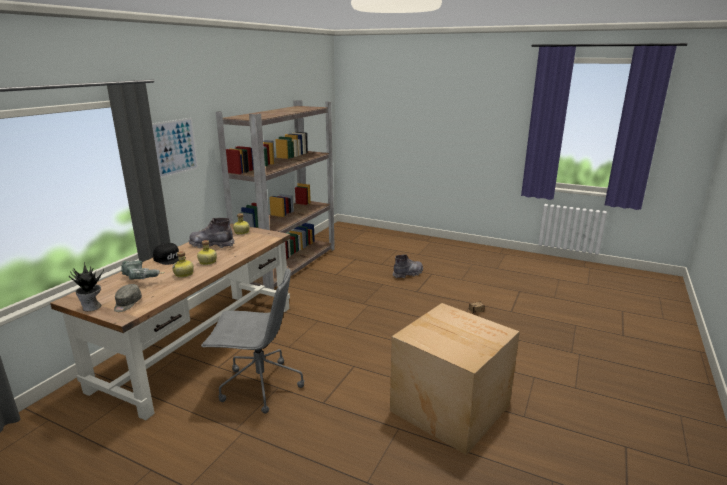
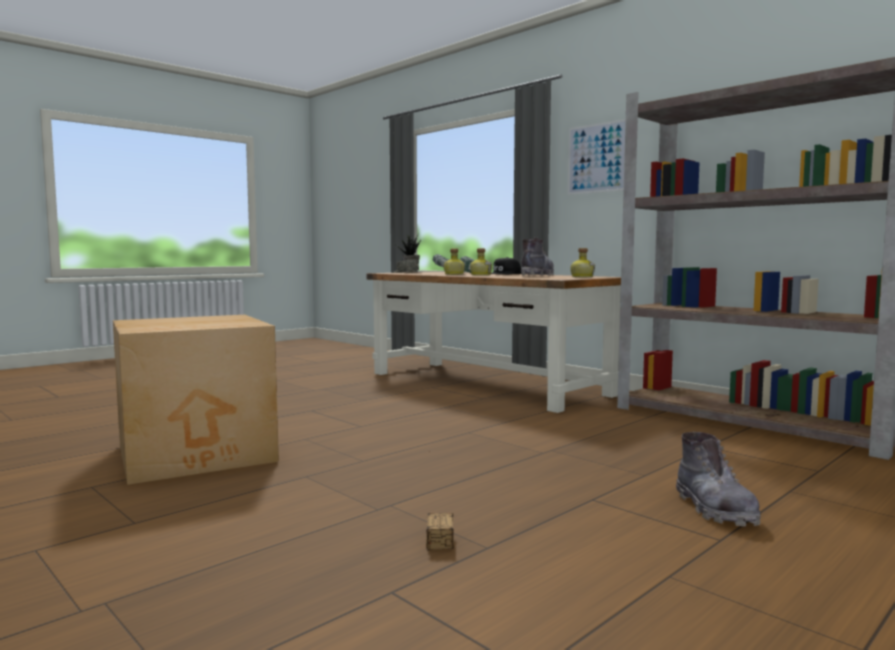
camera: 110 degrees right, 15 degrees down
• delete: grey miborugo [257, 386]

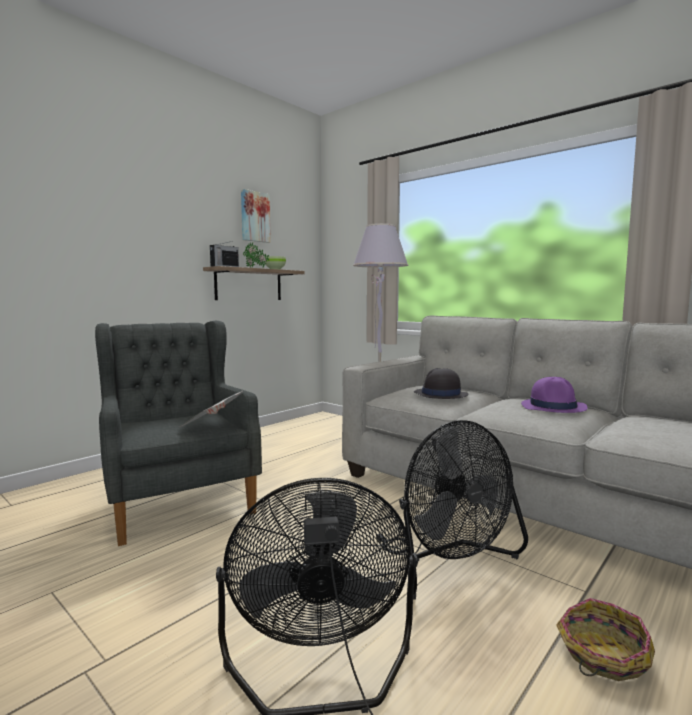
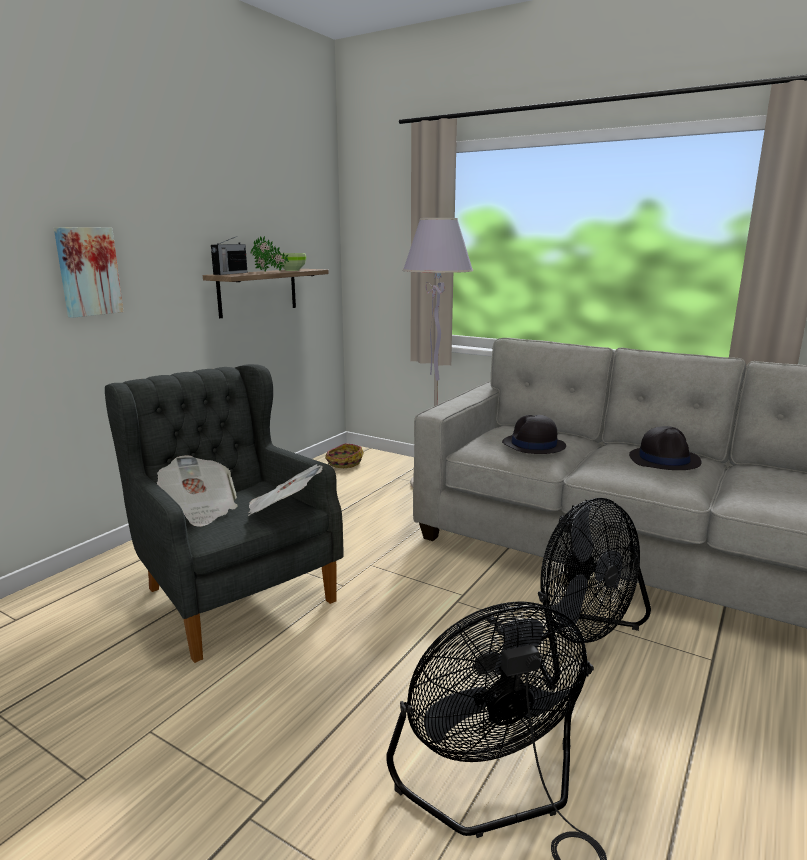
camera: 10 degrees left, 10 degrees up
• move: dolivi [254, 217] to [87, 271]
• insert: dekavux [199, 509]
• move: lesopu [601, 654] to [343, 463]
• recolor: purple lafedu [553, 407] to black lafedu [664, 460]

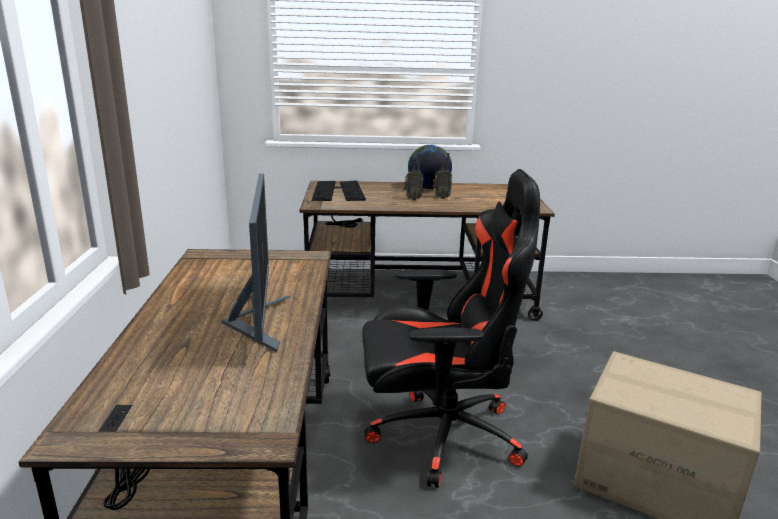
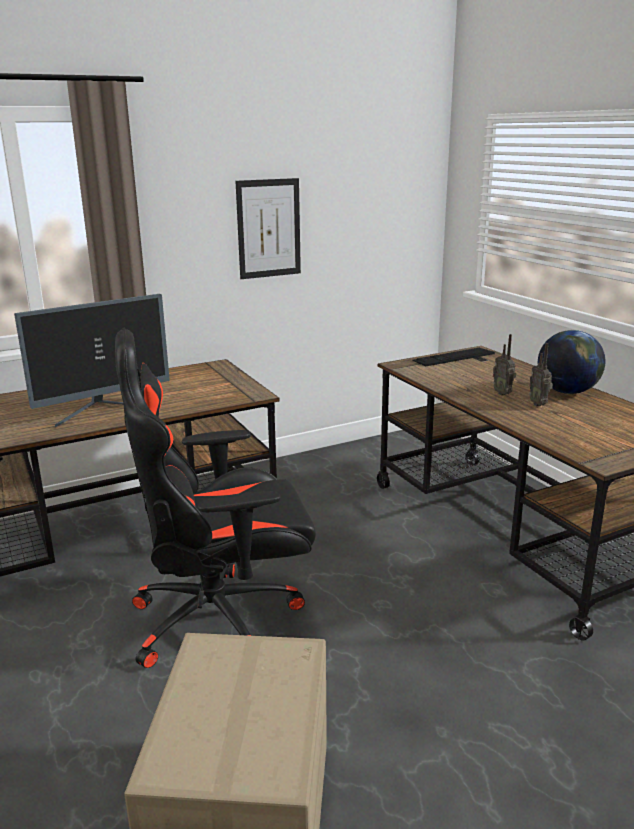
camera: 65 degrees right, 0 degrees up
• rotate: black miborugo [434, 437] = [228, 619] 105 degrees clockwise
• insert: dolivi [269, 228]
• delete: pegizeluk [352, 191]

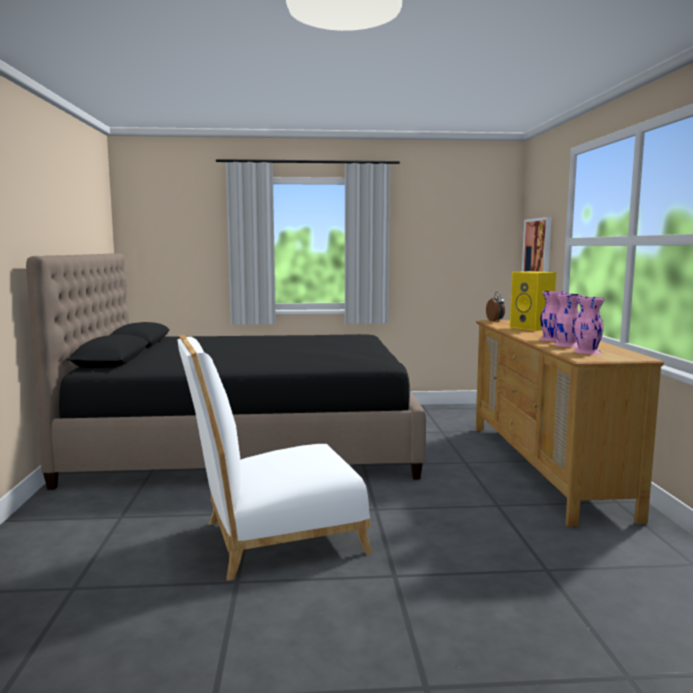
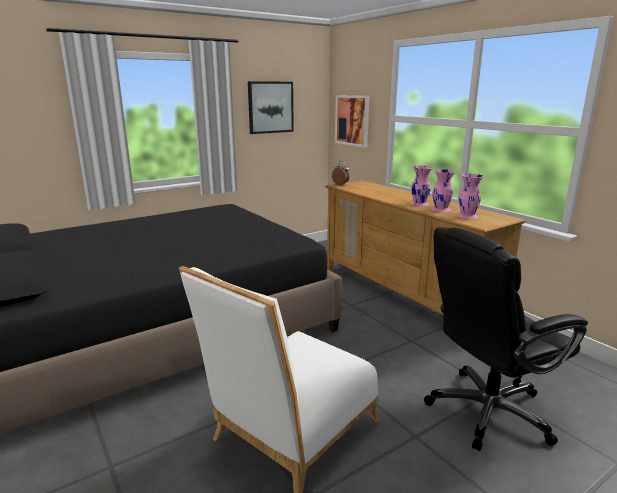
camera: 30 degrees left, 10 degrees up
• insert: dolivi [270, 107]
• insert: black miborugo [488, 411]
• delete: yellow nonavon [532, 328]

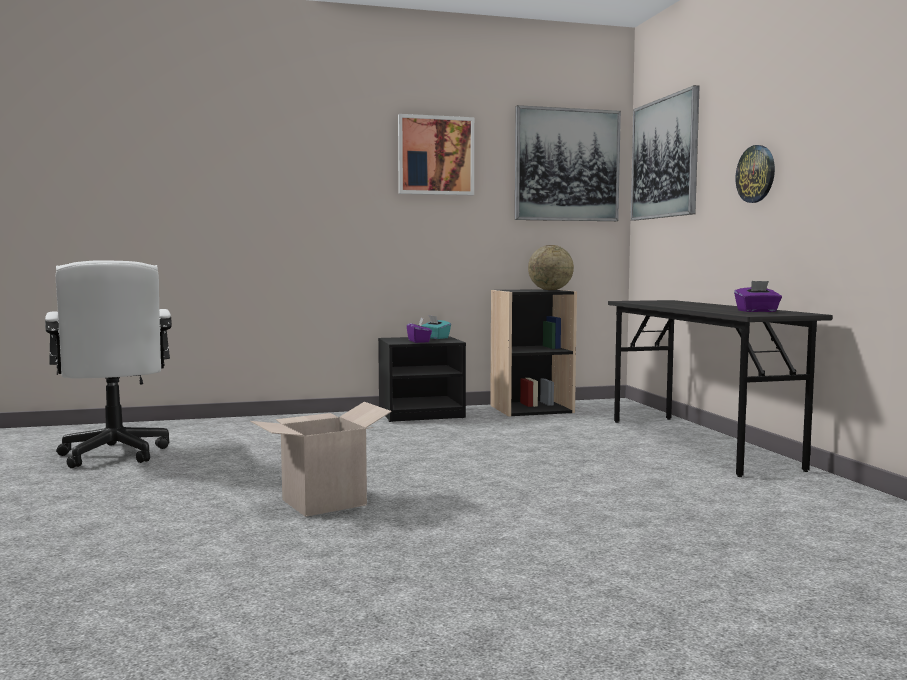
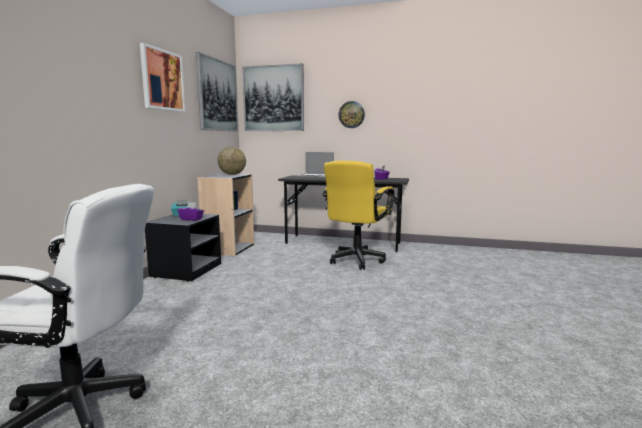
camera: 60 degrees left, 5 degrees up
• insert: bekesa [316, 177]
• insert: yellow miborugo [356, 262]
• delete: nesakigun [323, 502]

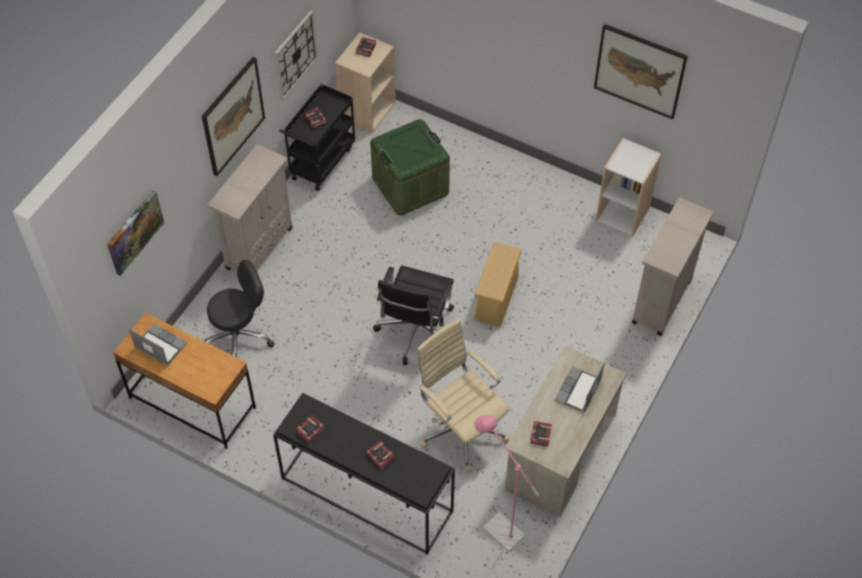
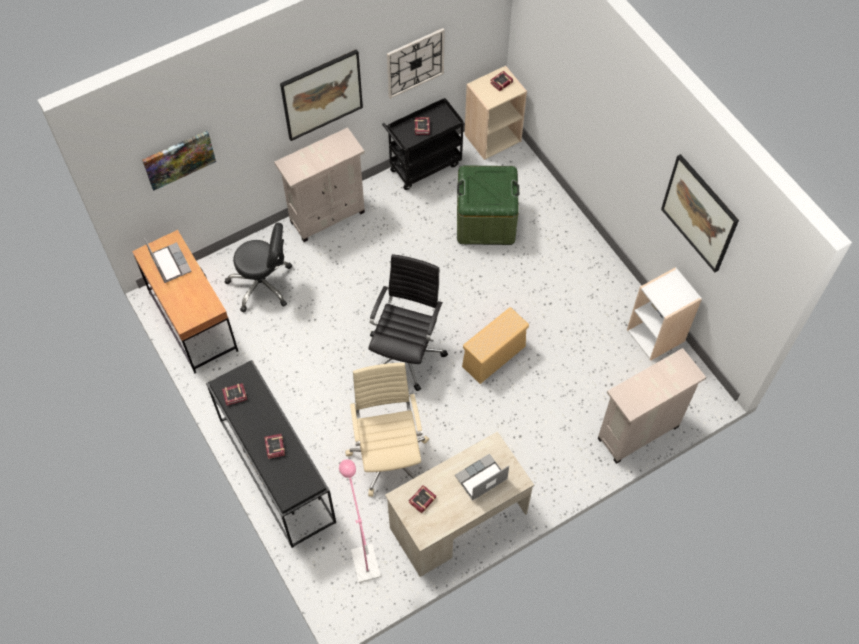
camera: 30 degrees right, 5 degrees up
• rotate: black miborugo [416, 332] = [406, 352] 150 degrees clockwise

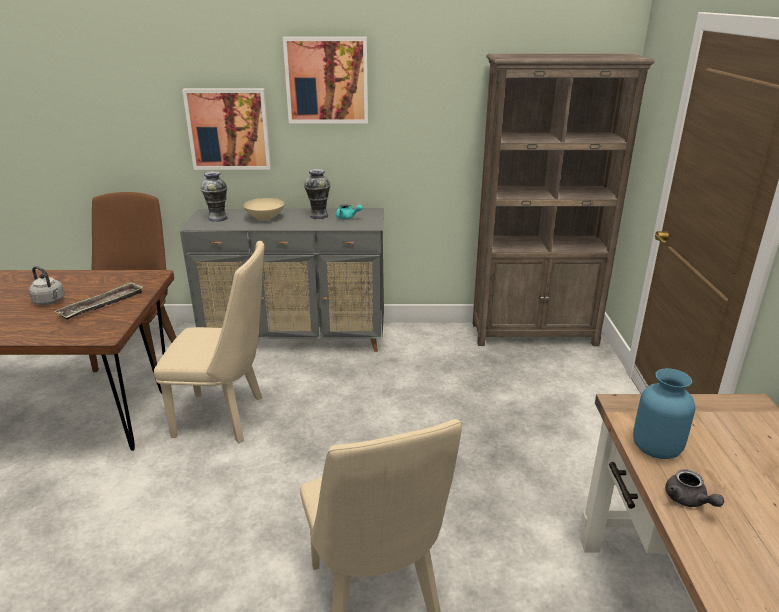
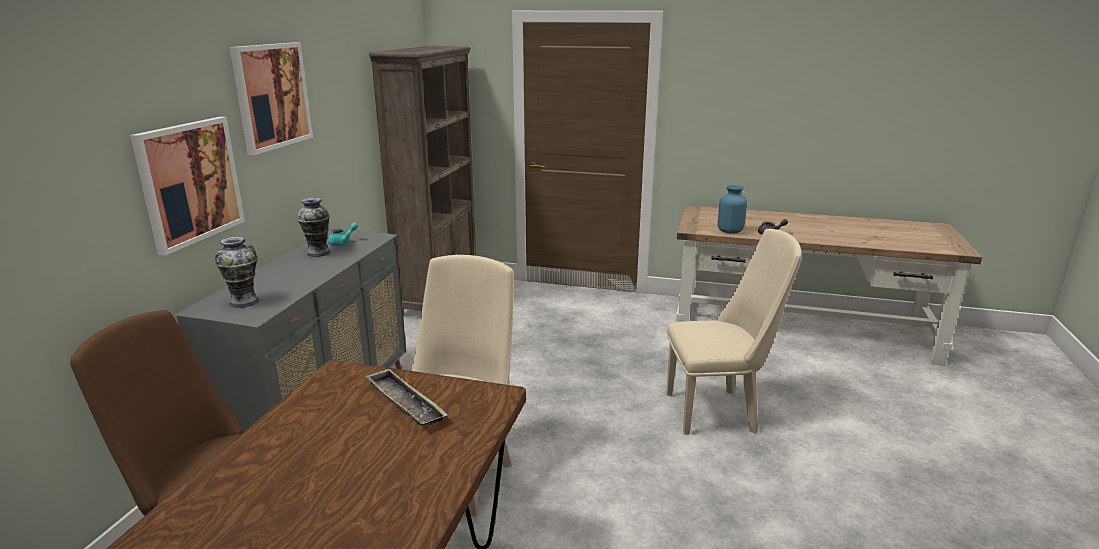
camera: 75 degrees left, 5 degrees down
• delete: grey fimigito [50, 302]
• delete: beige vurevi [264, 218]

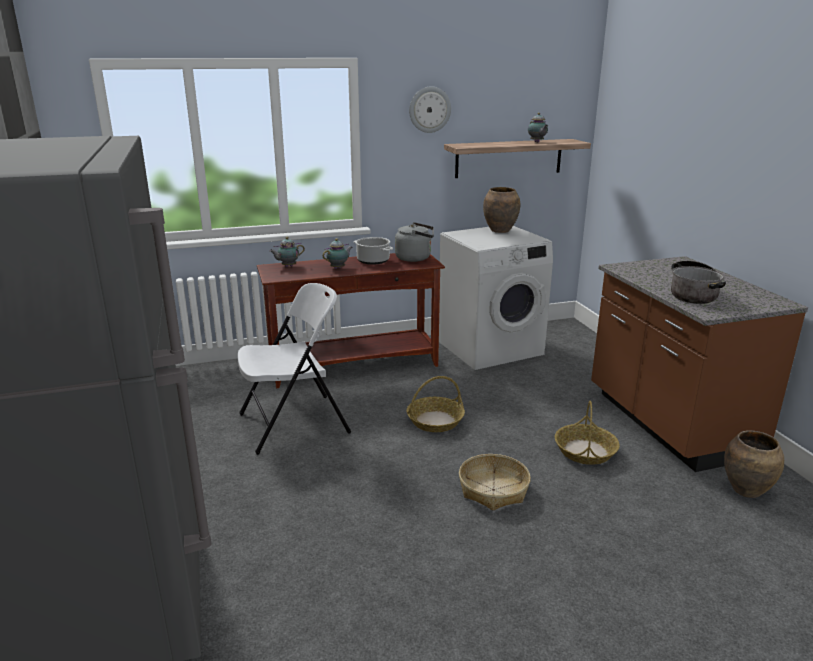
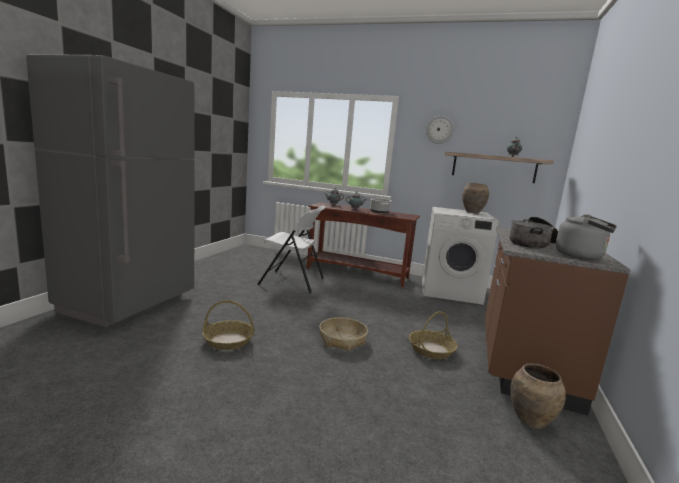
camera: 35 degrees right, 10 degrees down
• move: lesopu [435, 421] to [229, 340]
• move: grey fimigito [415, 258] to [582, 256]

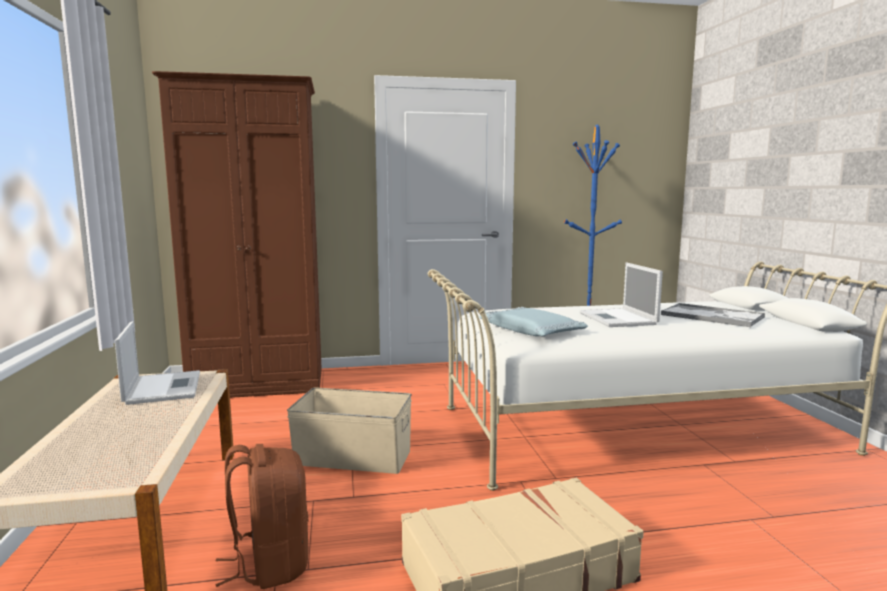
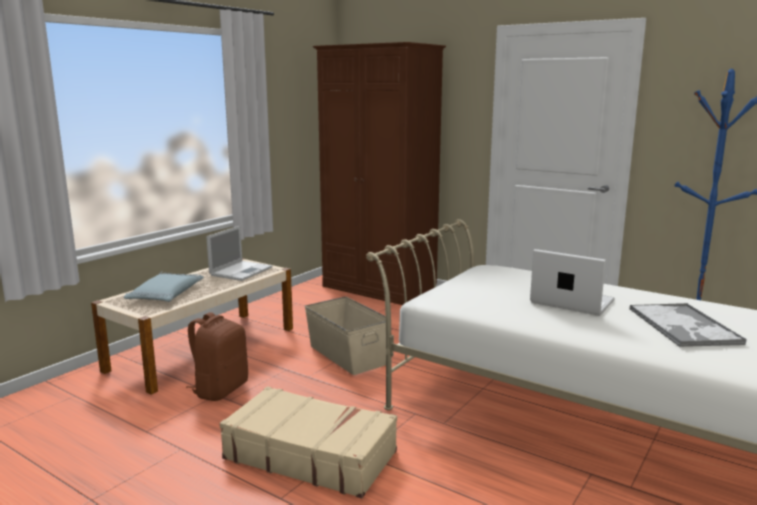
camera: 45 degrees right, 5 degrees up
• move: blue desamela [531, 329] to [165, 293]
• rotate: bekesa [618, 319] = [570, 301] 90 degrees clockwise

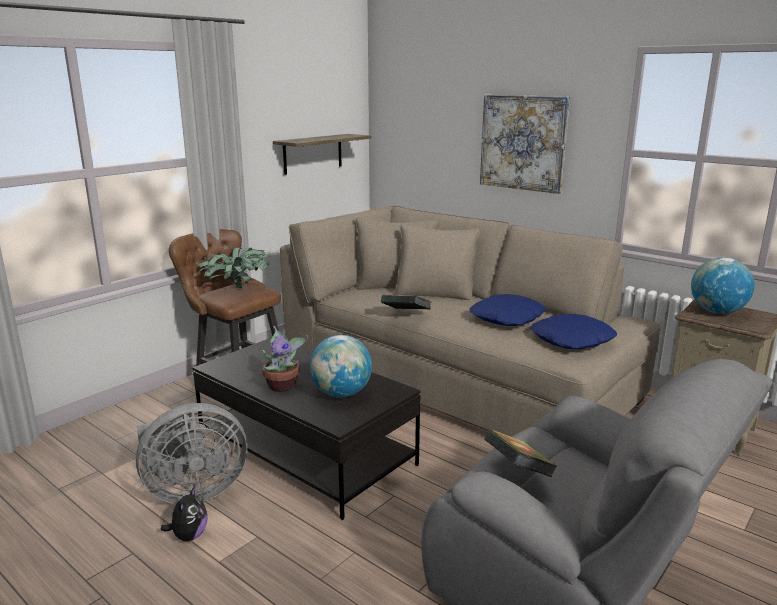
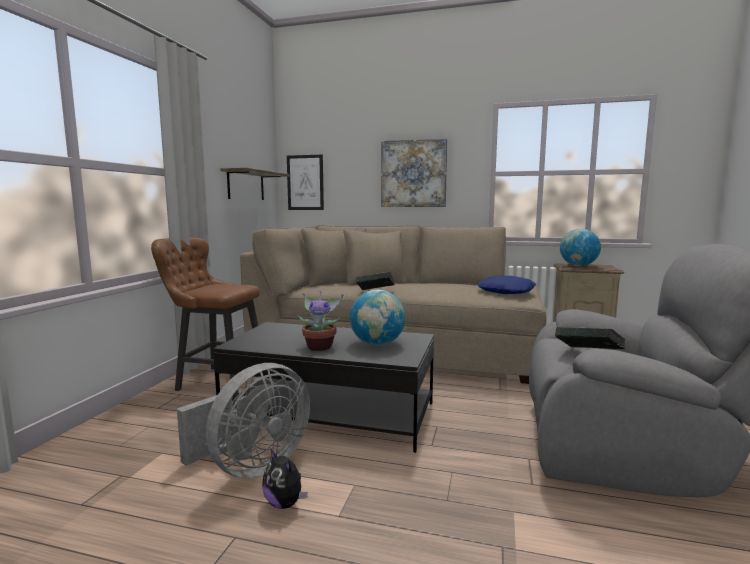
camera: 25 degrees left, 10 degrees down
• rotate: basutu [189, 536] = [285, 503] 150 degrees clockwise
• insert: dolivi [305, 182]
• delete: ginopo [236, 288]
• delete: blue desamela [507, 318]

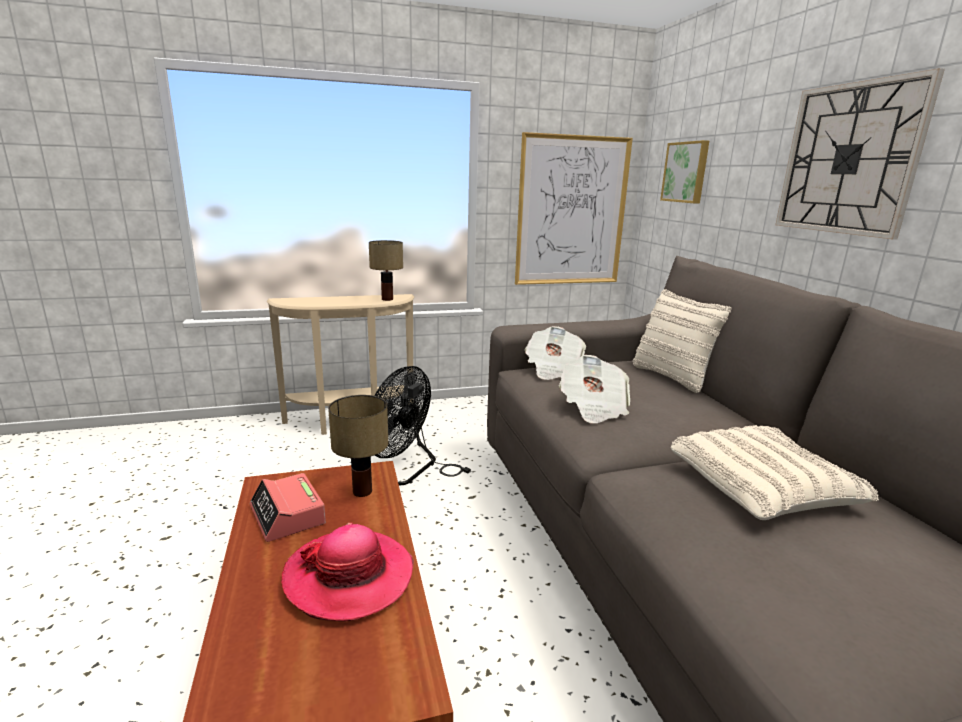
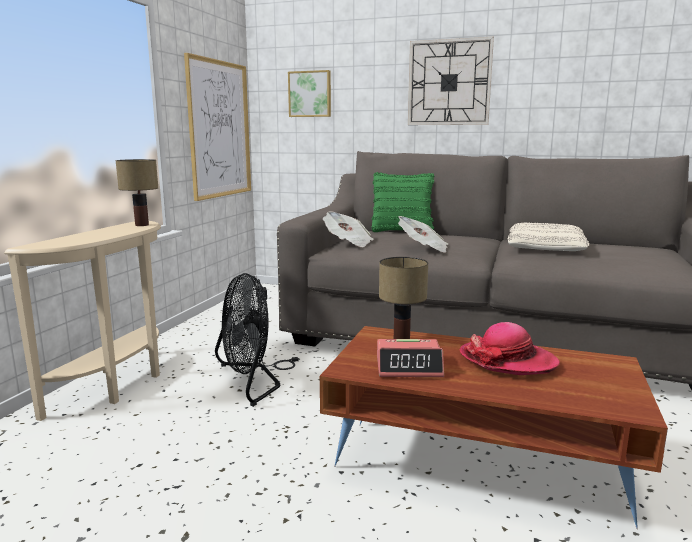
camera: 55 degrees left, 5 degrees down
• recolor: beige desamela [673, 378] to green desamela [402, 231]

